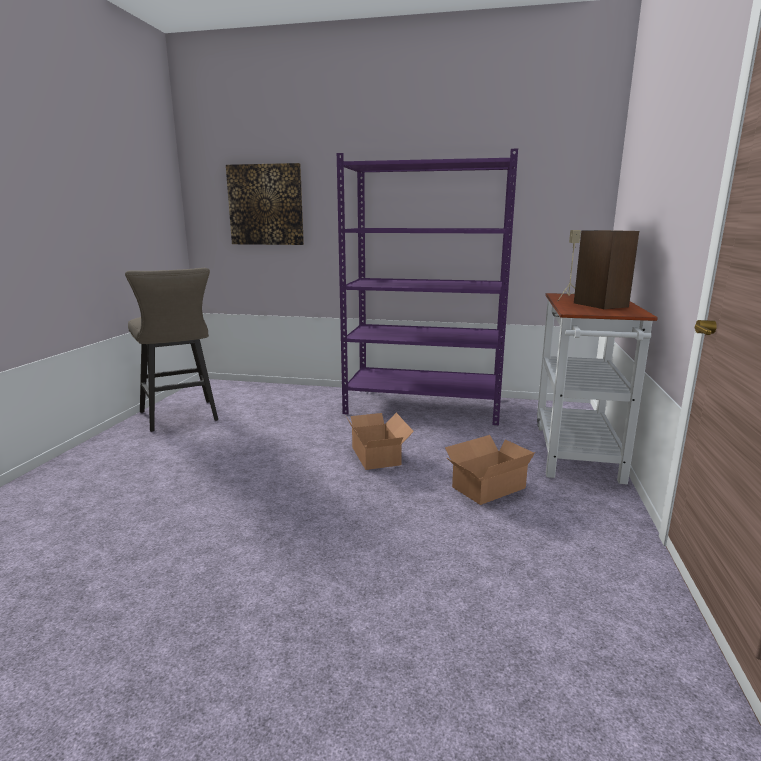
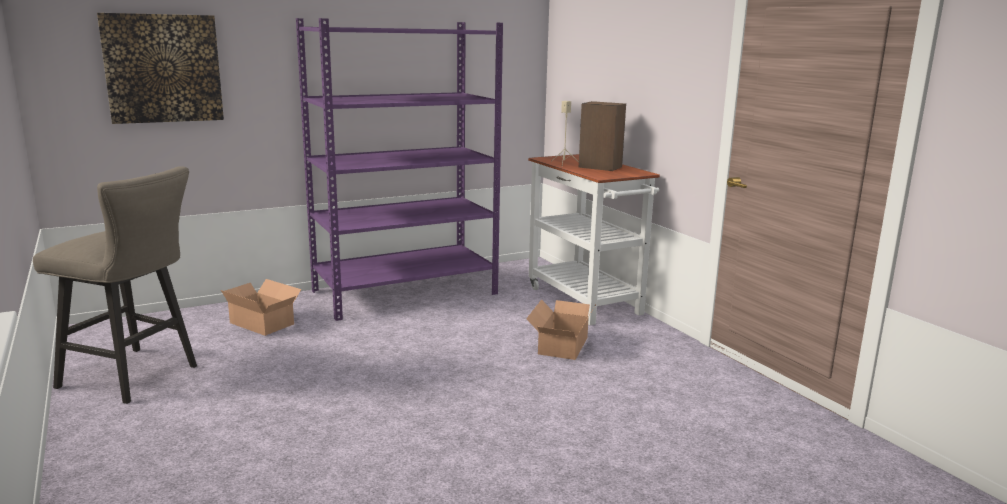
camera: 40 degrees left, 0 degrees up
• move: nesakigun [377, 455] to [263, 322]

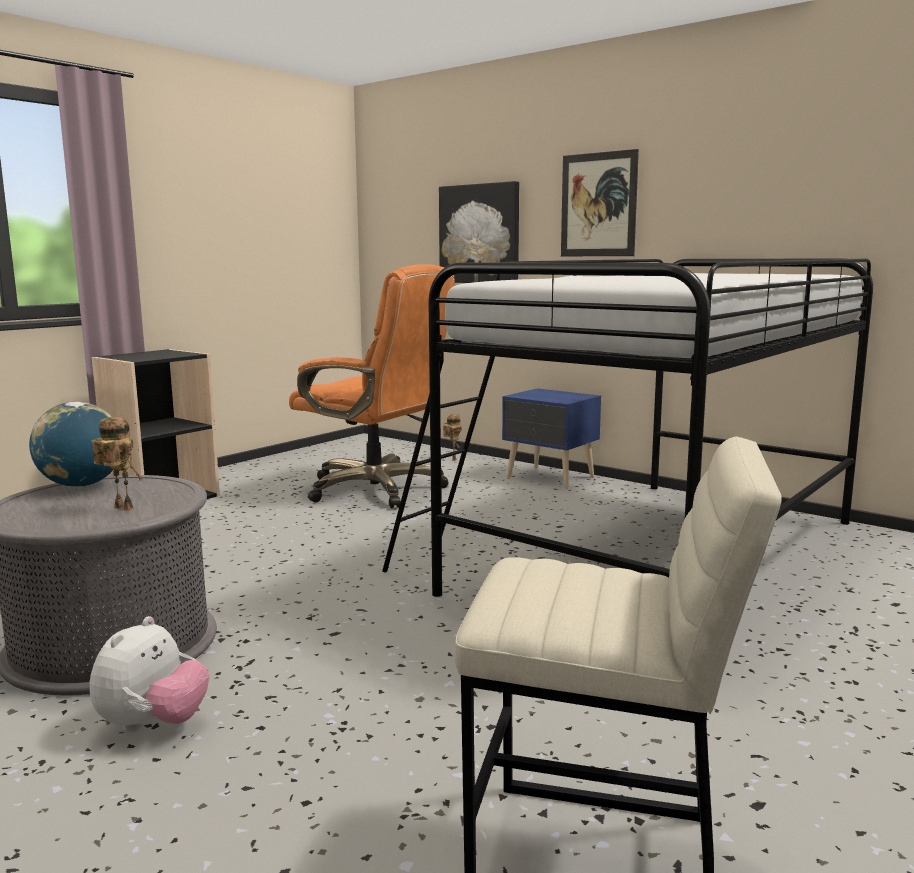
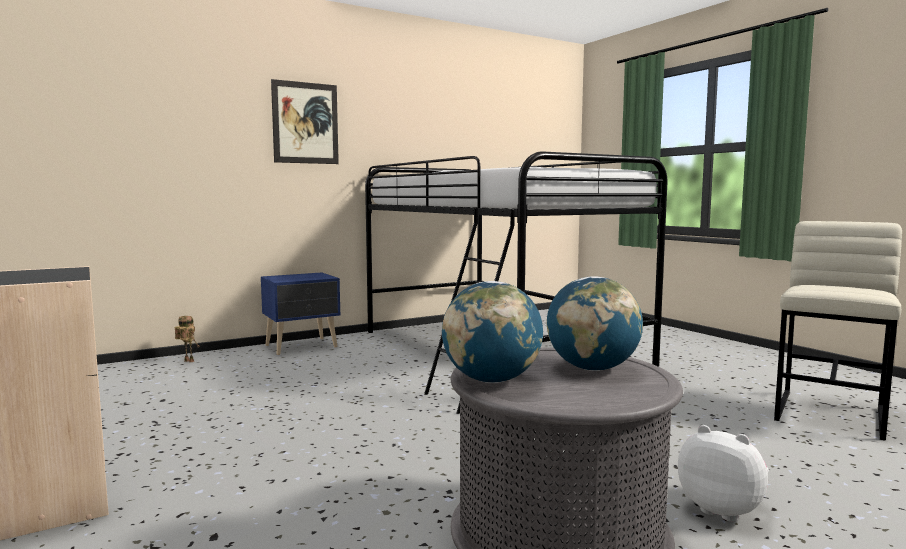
camera: 70 degrees left, 5 degrees down
• replace: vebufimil [120, 508] to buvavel [592, 368]
• delete: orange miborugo [375, 488]
• delete: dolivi [479, 234]

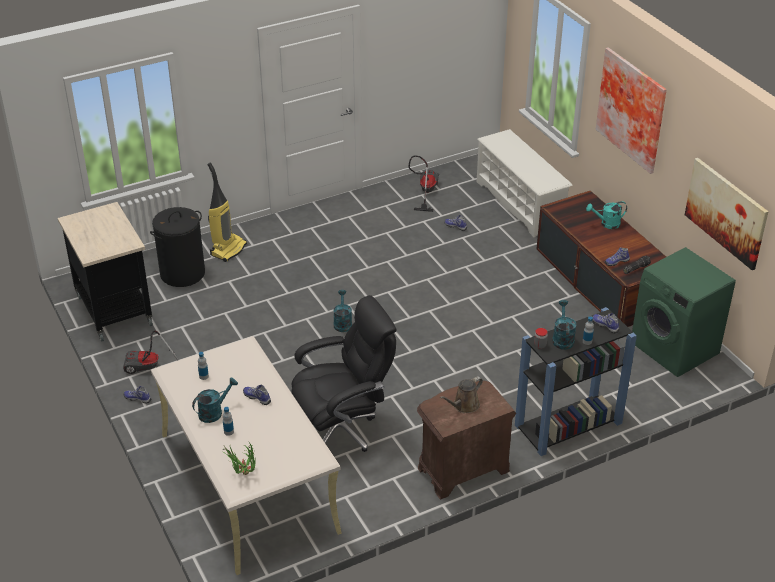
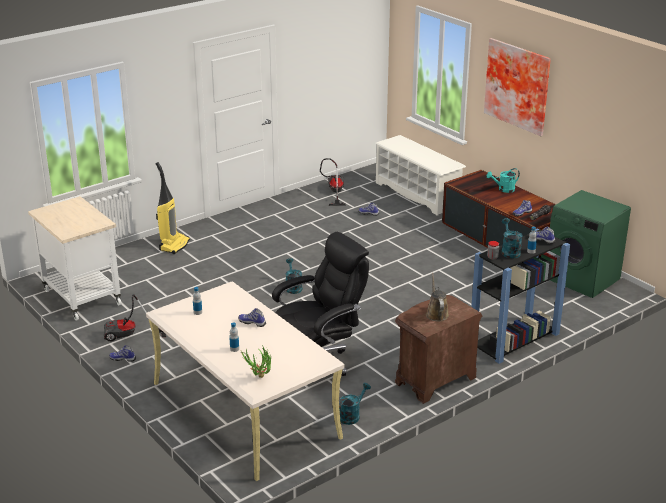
camera: 10 degrees left, 10 degrees down
• recolor: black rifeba [113, 310] to white rifeba [81, 297]
• move: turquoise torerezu [214, 412] to [352, 415]
• rotate: brown torerezu [464, 406] = [436, 313] 135 degrees clockwise
• delete: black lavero [182, 273]
• delete: dolivi [726, 212]

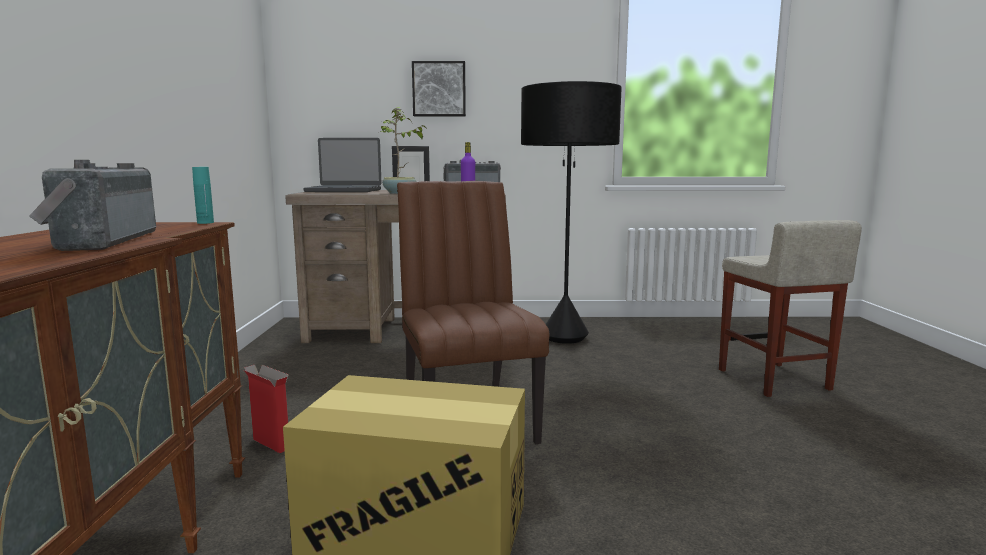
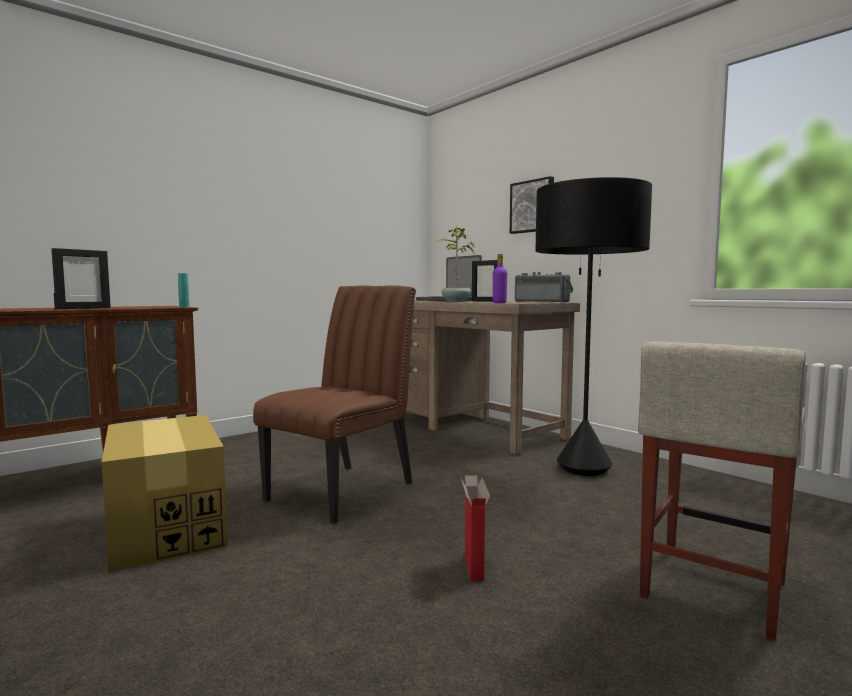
camera: 50 degrees right, 5 degrees down
• replace: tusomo [101, 241] to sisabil [83, 308]
• move: nesakigun [270, 443] to [473, 566]

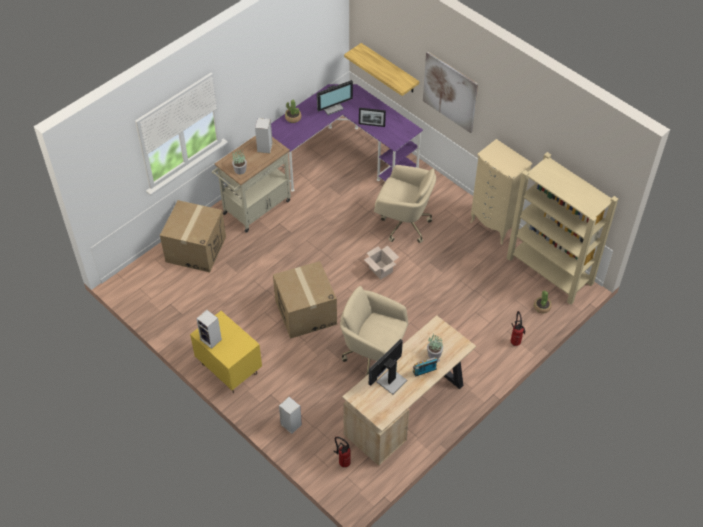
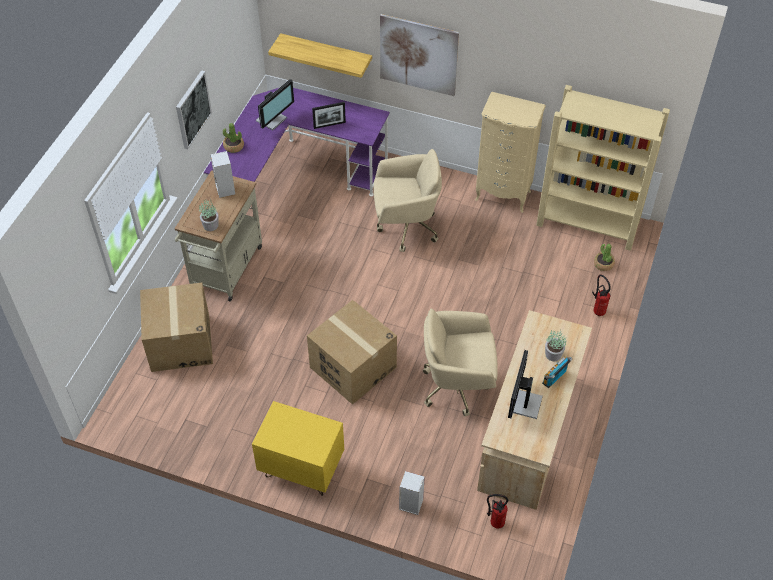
camera: 25 degrees left, 0 degrees up
• insert: dolivi [192, 109]
• delete: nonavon [212, 340]
• delete: nesakigun [381, 270]

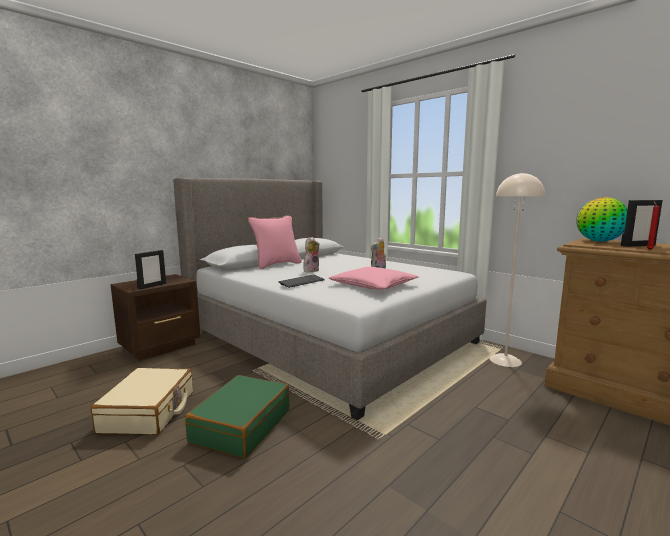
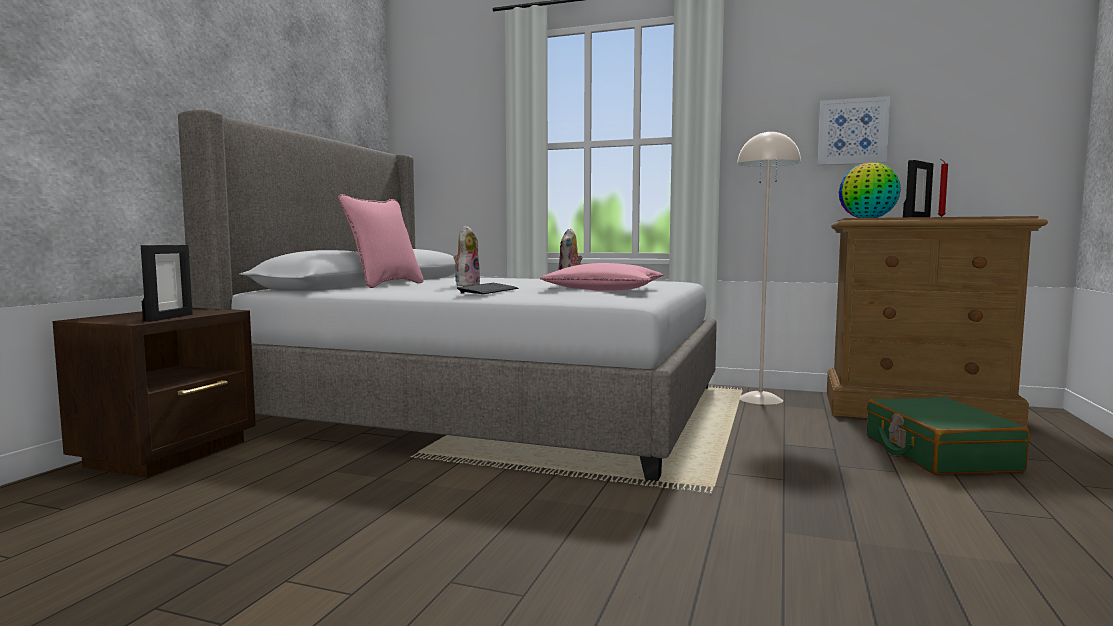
camera: 25 degrees left, 5 degrees down
• insert: dolivi [852, 131]
• move: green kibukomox [241, 426] to [938, 454]
• delete: beige kibukomox [149, 411]

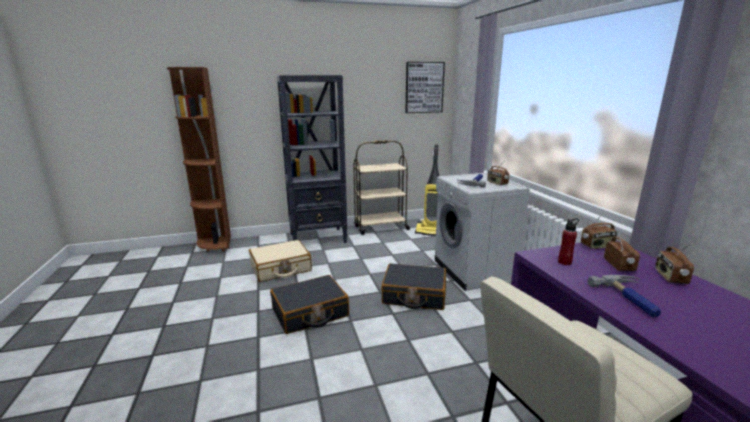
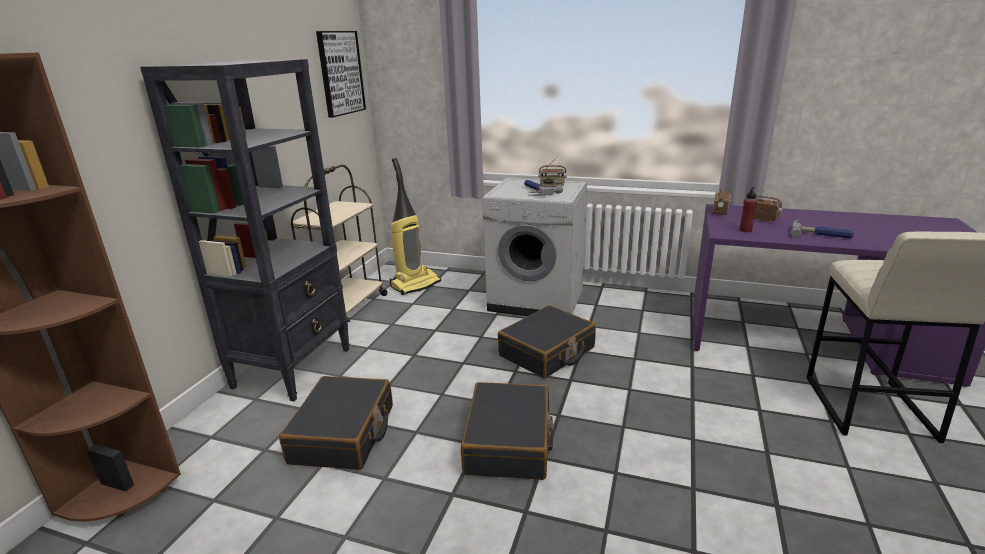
camera: 55 degrees left, 5 degrees up
• recolor: beige kibukomox [280, 268] to black kibukomox [344, 434]
• delete: tusomo [670, 277]

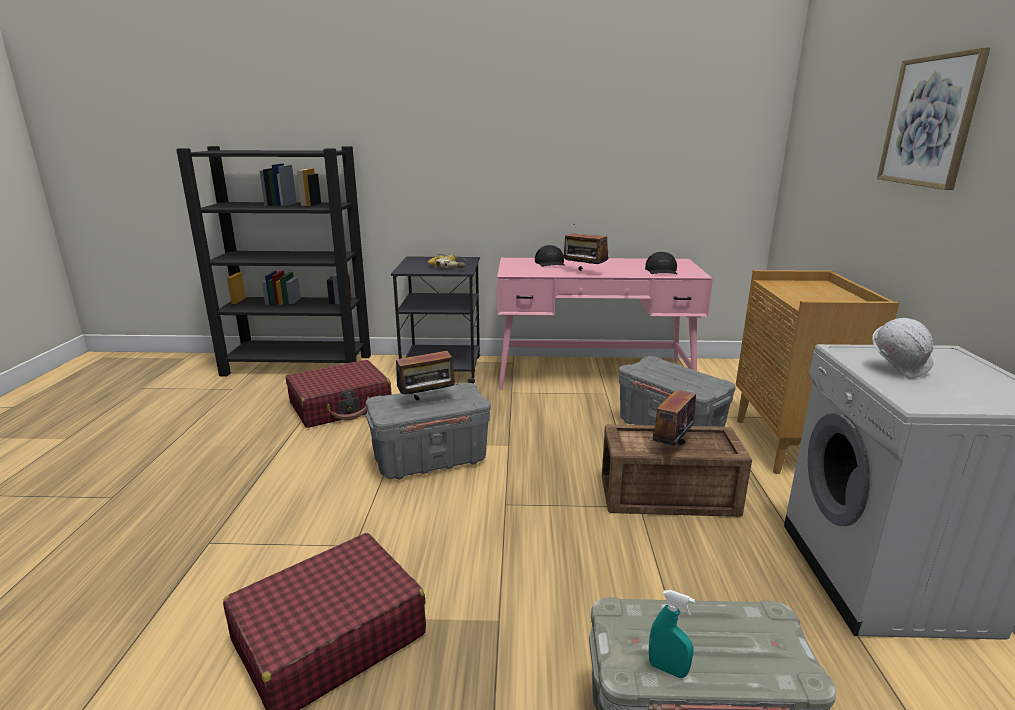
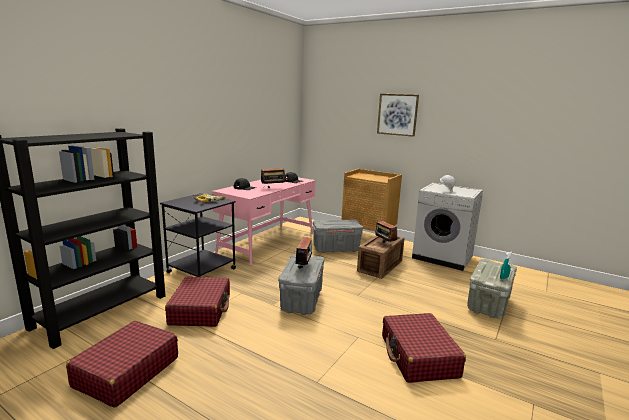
camera: 60 degrees left, 5 degrees down
• insert: red kibukomox [126, 372]

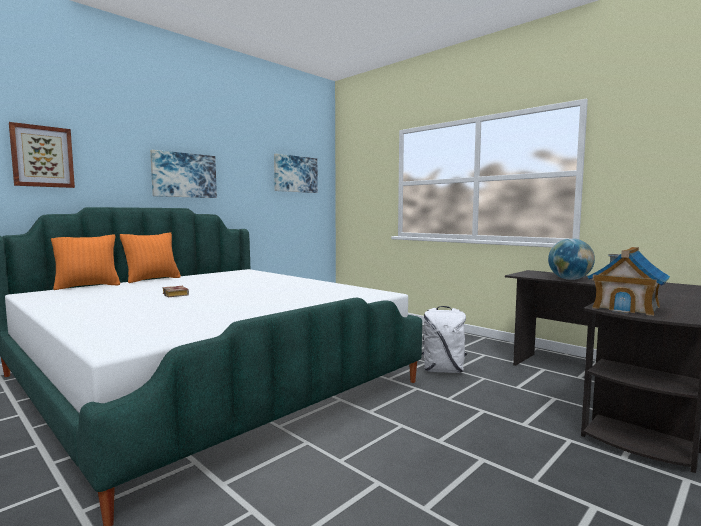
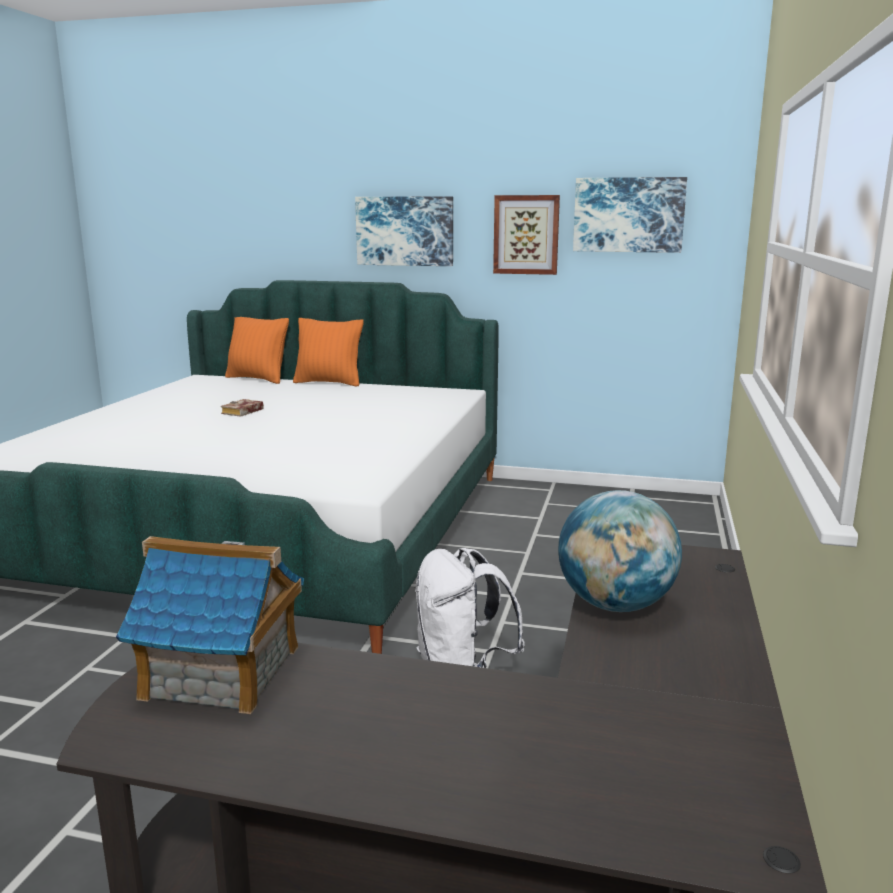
camera: 60 degrees right, 10 degrees up
• move: dolivi [42, 156] to [526, 234]

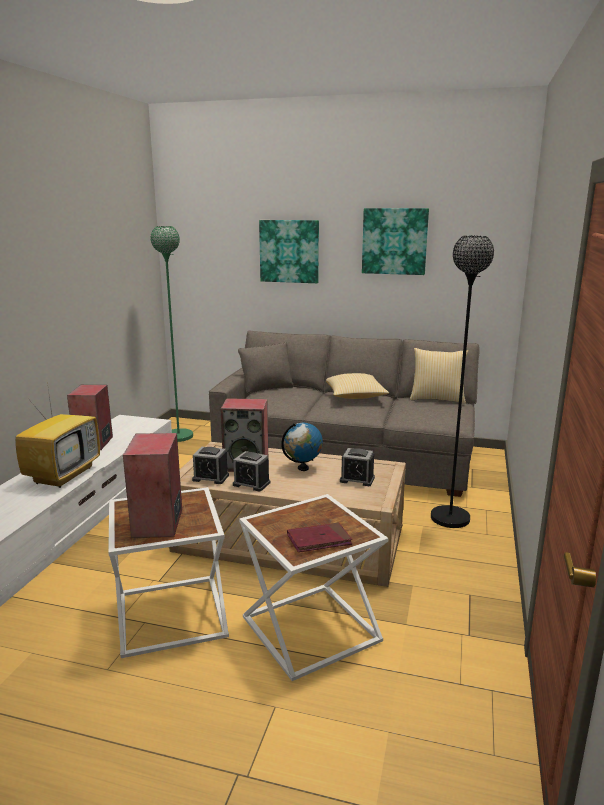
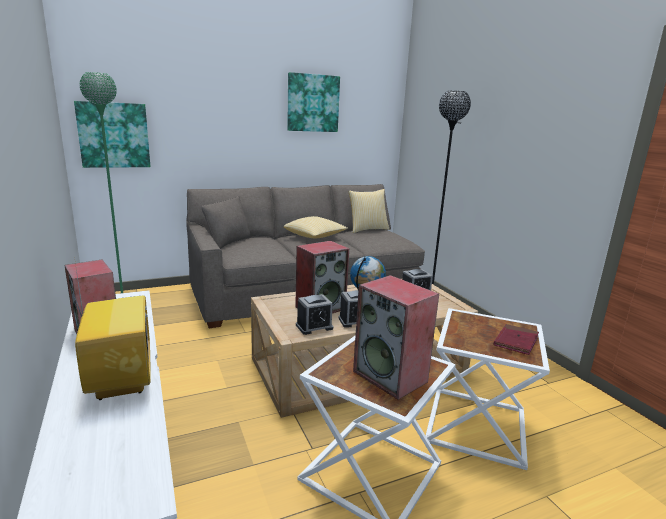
camera: 40 degrees left, 0 degrees up
• move: dolivi [289, 251] to [114, 135]

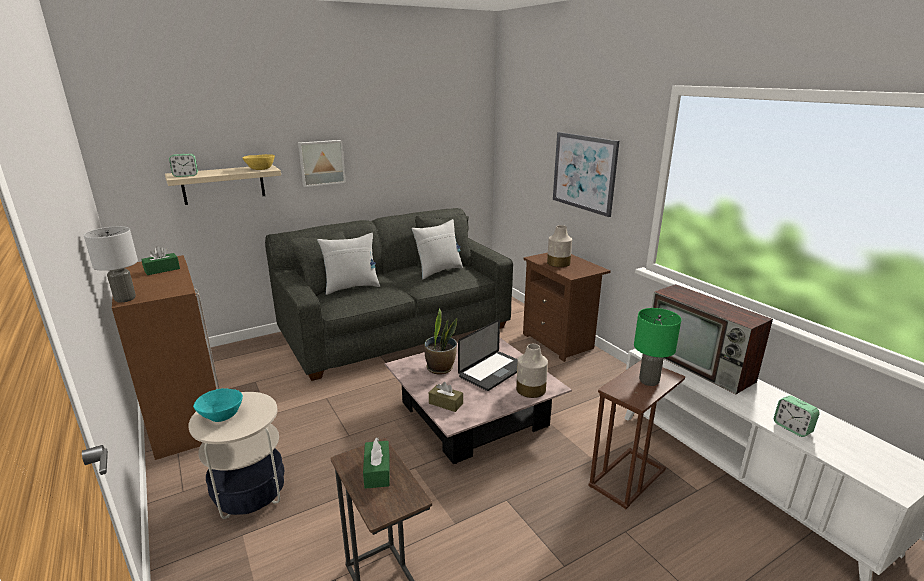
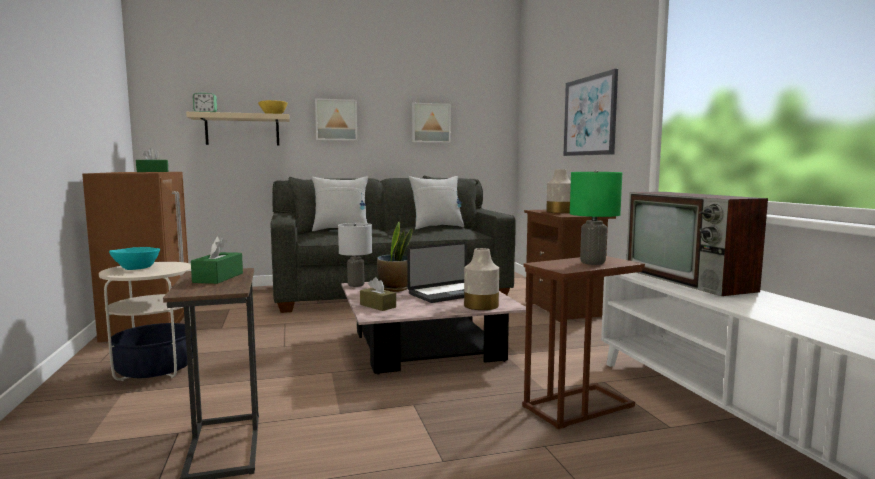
camera: 15 degrees right, 15 degrees down
• move: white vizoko [125, 299] to [355, 285]
• insert: dolivi [430, 123]
• delete: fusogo [792, 428]

